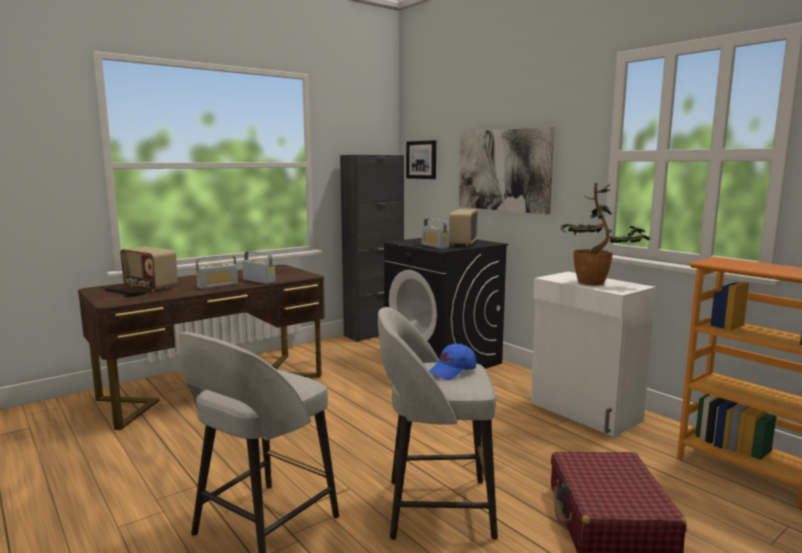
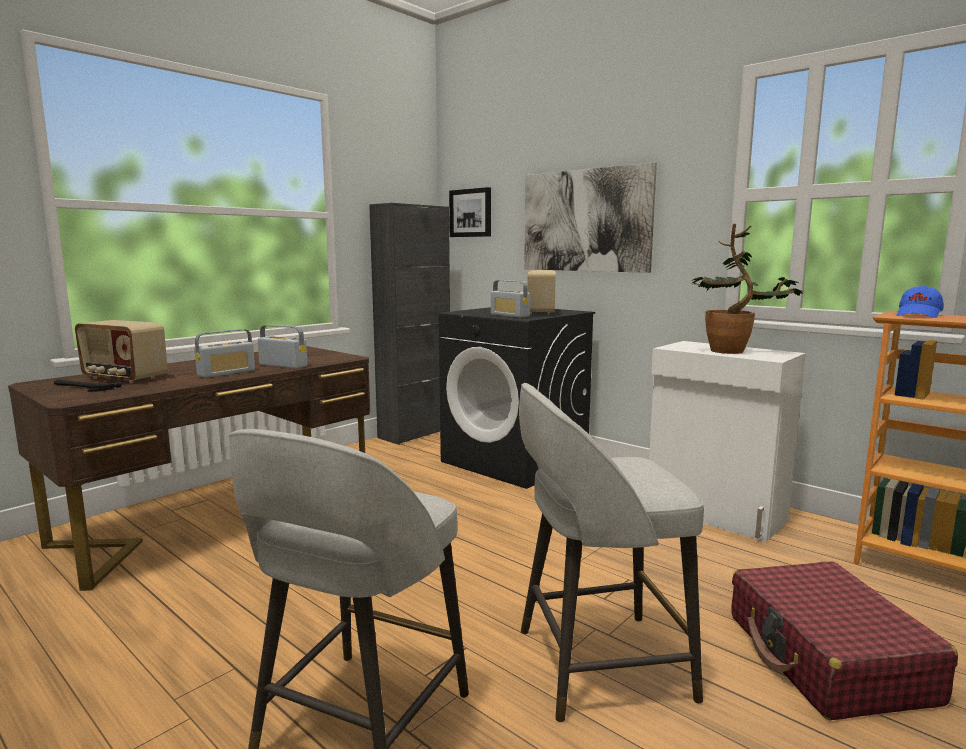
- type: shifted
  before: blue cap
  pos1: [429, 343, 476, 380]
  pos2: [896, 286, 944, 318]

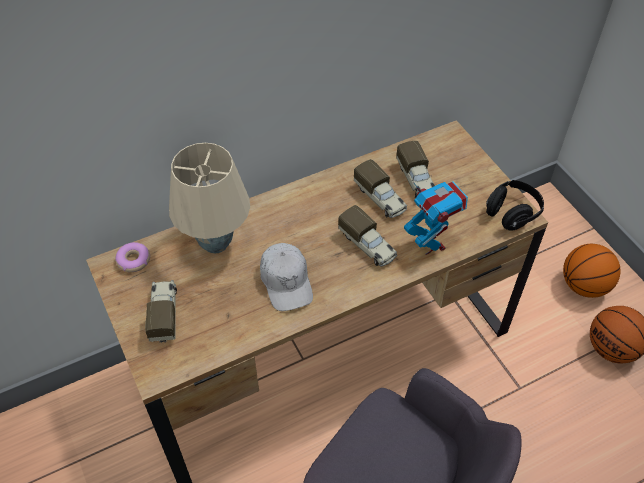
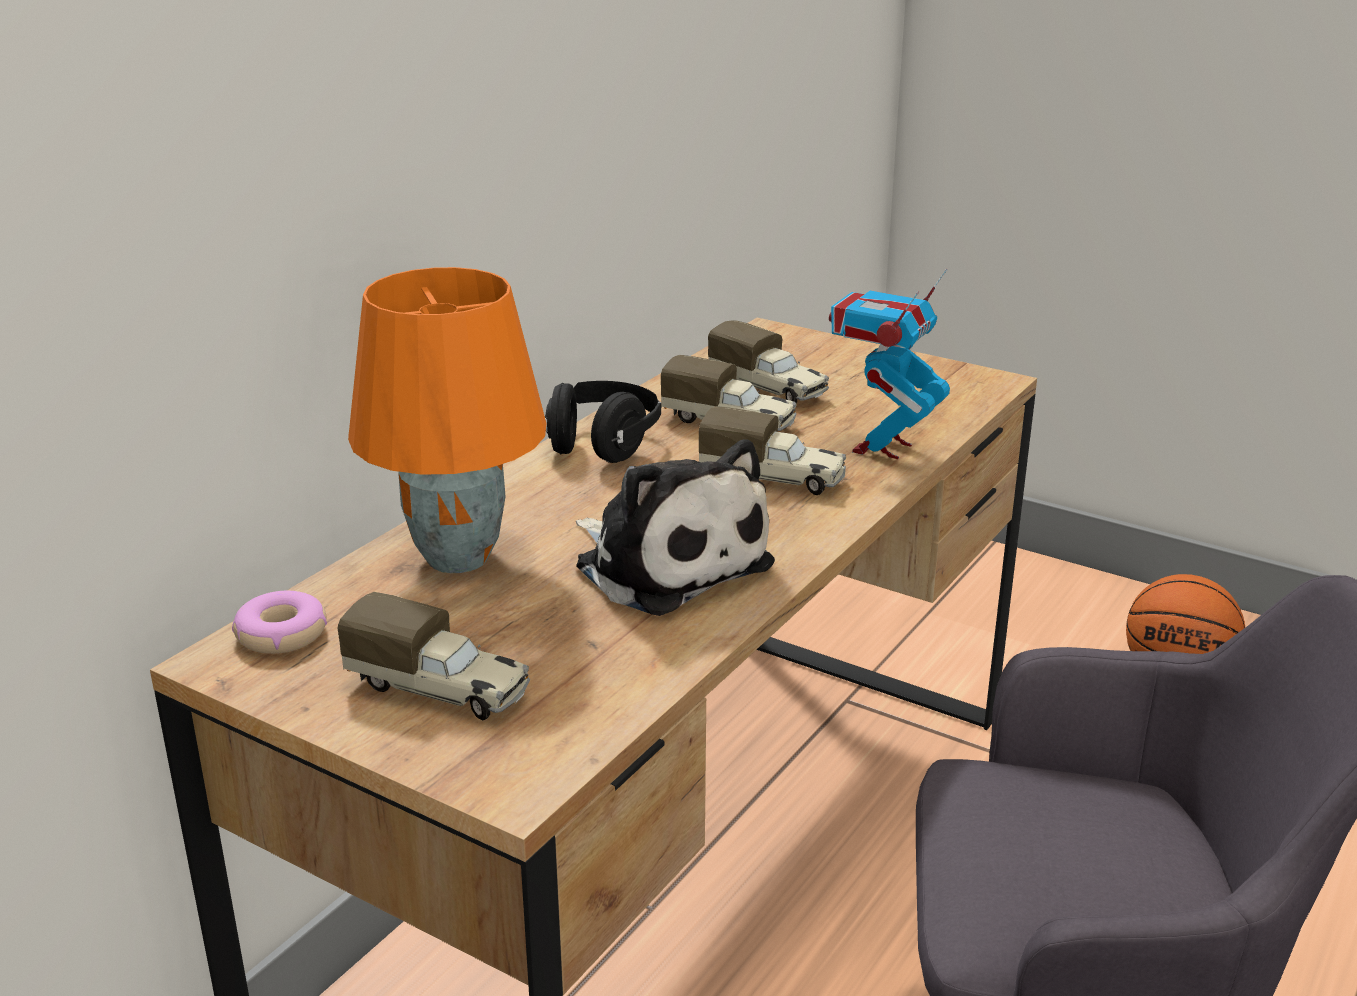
- type: gone
  before: basketball
  pos1: [563, 244, 621, 298]
- type: shifted
  before: black headphones
  pos1: [486, 180, 544, 231]
  pos2: [545, 381, 661, 463]
- type: swapped
  before: white cap
  after: plush toy
  pos1: [260, 243, 313, 311]
  pos2: [576, 439, 775, 616]
- type: repainted
  before: beige table lamp
  after: orange table lamp
  pos1: [169, 143, 250, 254]
  pos2: [348, 267, 546, 573]
- type: rotated
  before: toy truck
  pos1: [145, 280, 177, 343]
  pos2: [338, 592, 530, 721]
  turn: 150
- type: rotated
  before: toy robot
  pos1: [404, 181, 468, 255]
  pos2: [829, 269, 950, 459]
  turn: -90

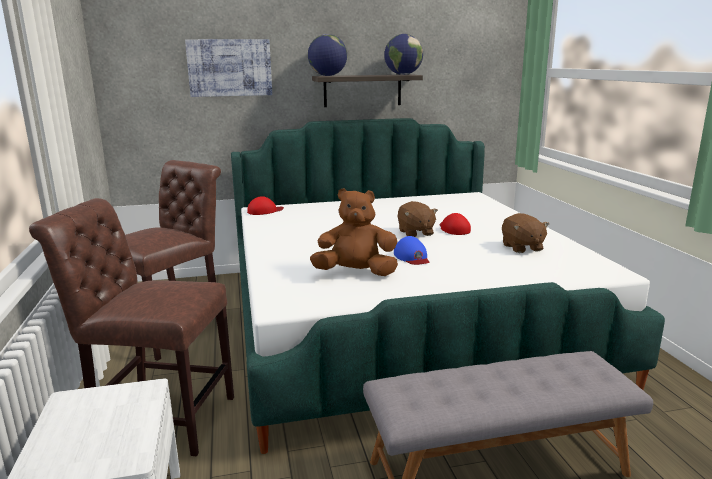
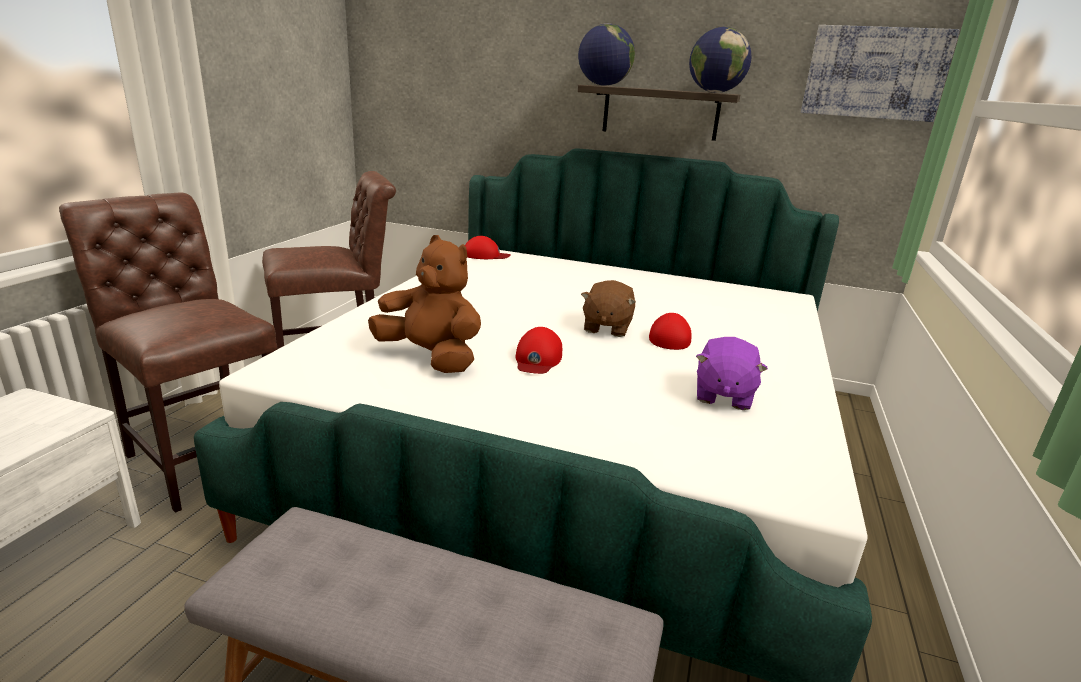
- type: shifted
  before: picture
  pos1: [185, 39, 272, 97]
  pos2: [801, 25, 960, 122]
- type: repainted
  before: blue cap
  after: red cap
  pos1: [394, 236, 429, 265]
  pos2: [515, 327, 562, 374]
- type: repainted
  before: brown plush toy
  after: purple plush toy
  pos1: [502, 213, 549, 253]
  pos2: [696, 337, 768, 410]

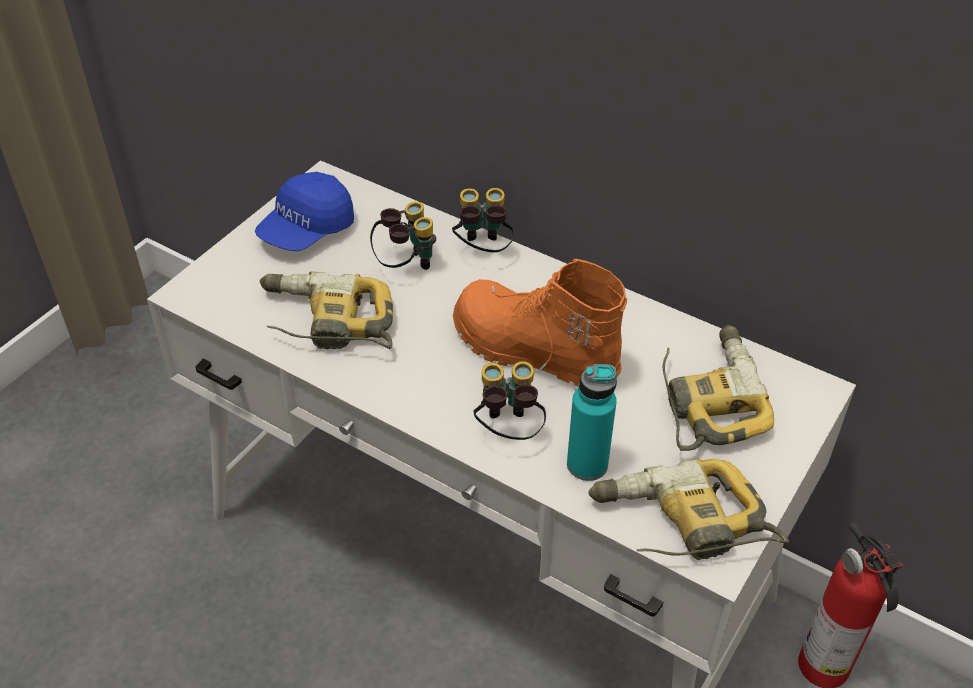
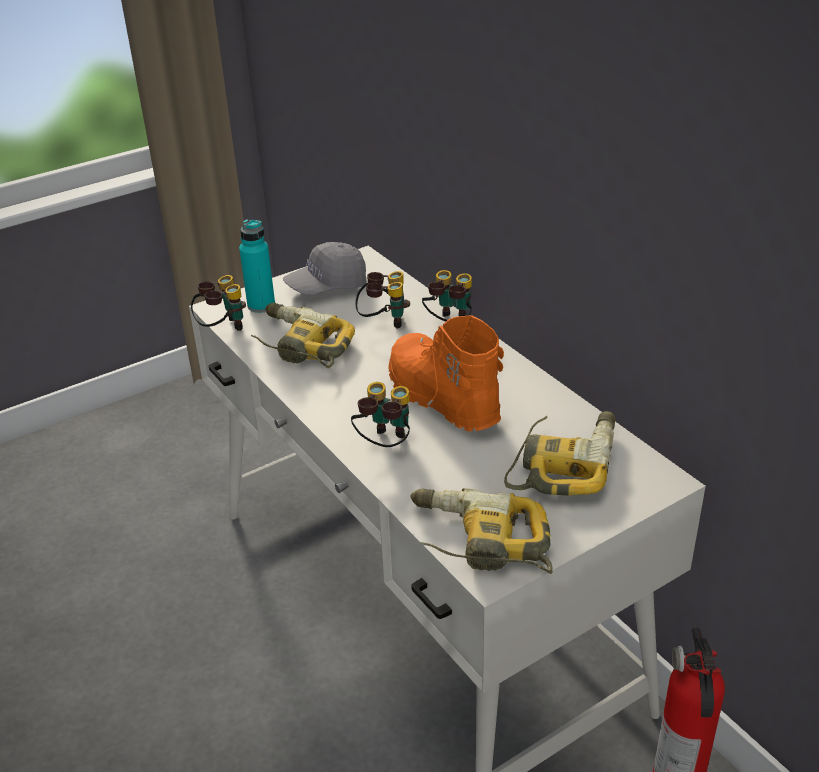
- type: new
  after: binoculars
  pos2: [191, 275, 246, 331]
- type: shifted
  before: turquoise bottle
  pos1: [567, 364, 617, 481]
  pos2: [239, 219, 275, 313]
- type: repainted
  before: blue cap
  after: grey cap
  pos1: [255, 172, 354, 251]
  pos2: [283, 242, 367, 295]

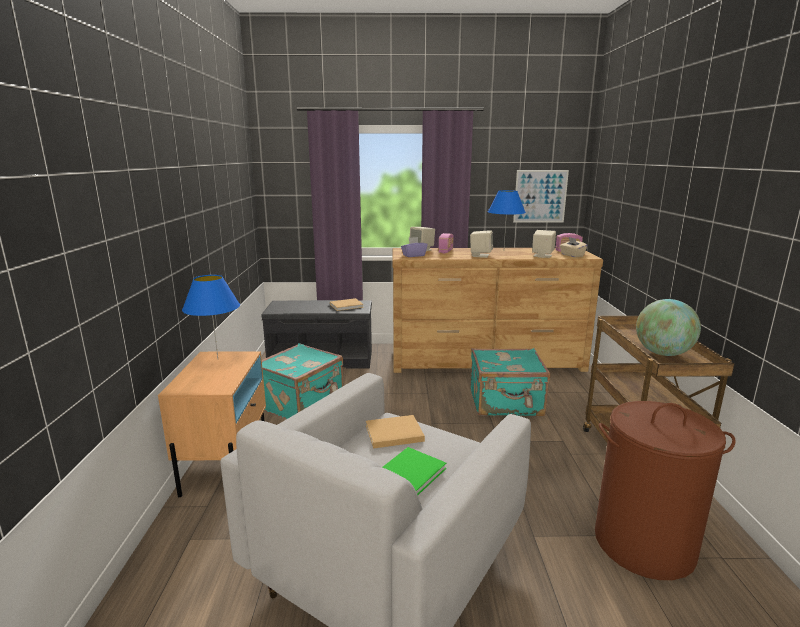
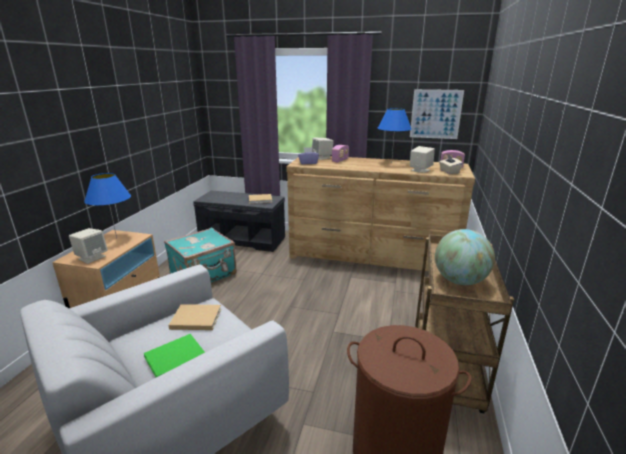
- type: gone
  before: turquoise suitcase
  pos1: [471, 348, 550, 416]
- type: shifted
  before: beige speaker
  pos1: [470, 230, 493, 258]
  pos2: [69, 228, 108, 264]

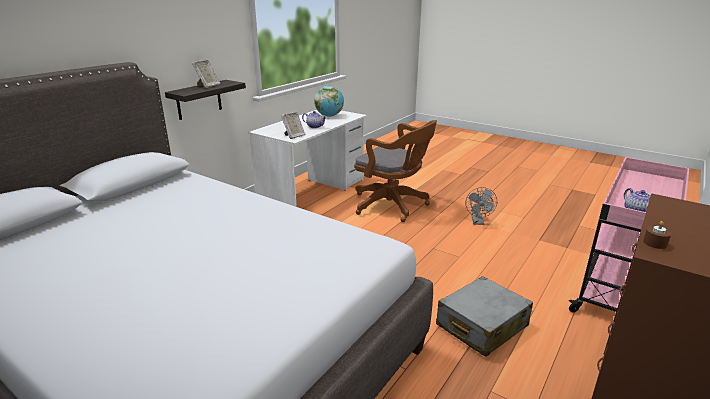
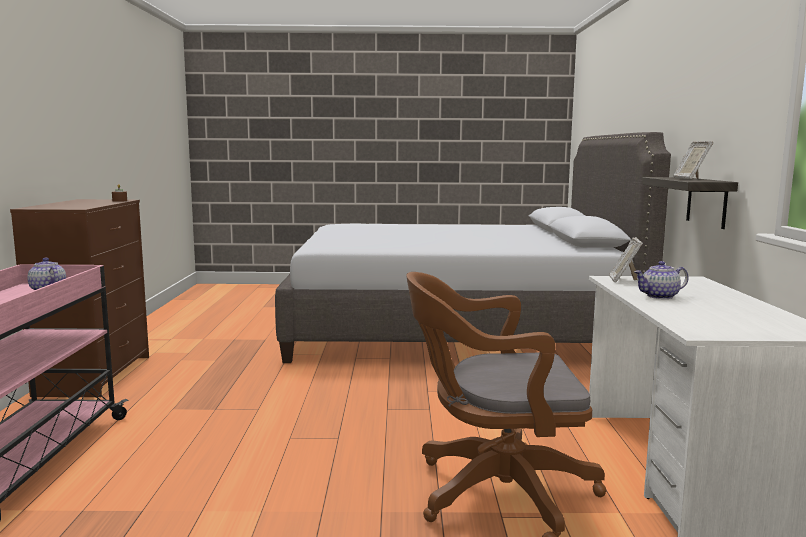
- type: gone
  before: globe
  pos1: [314, 86, 344, 117]
- type: gone
  before: grey suitcase
  pos1: [436, 276, 533, 357]
- type: gone
  before: grey fan
  pos1: [466, 187, 497, 225]

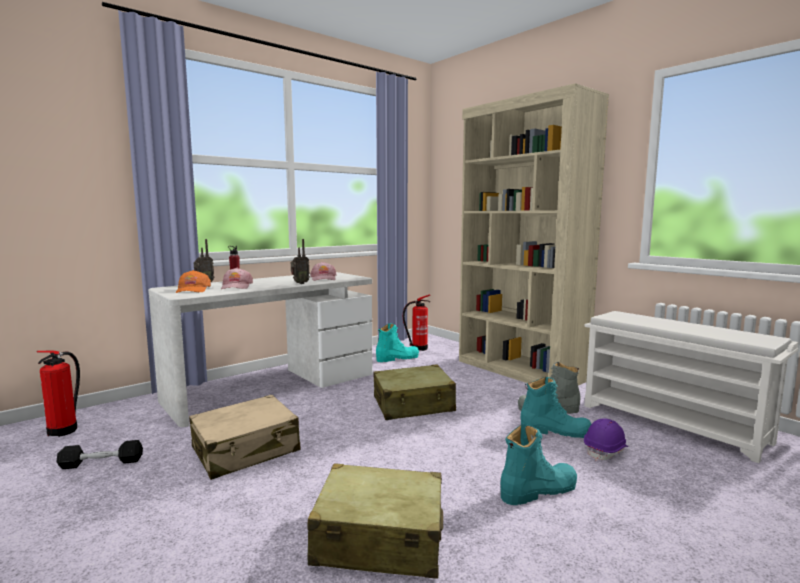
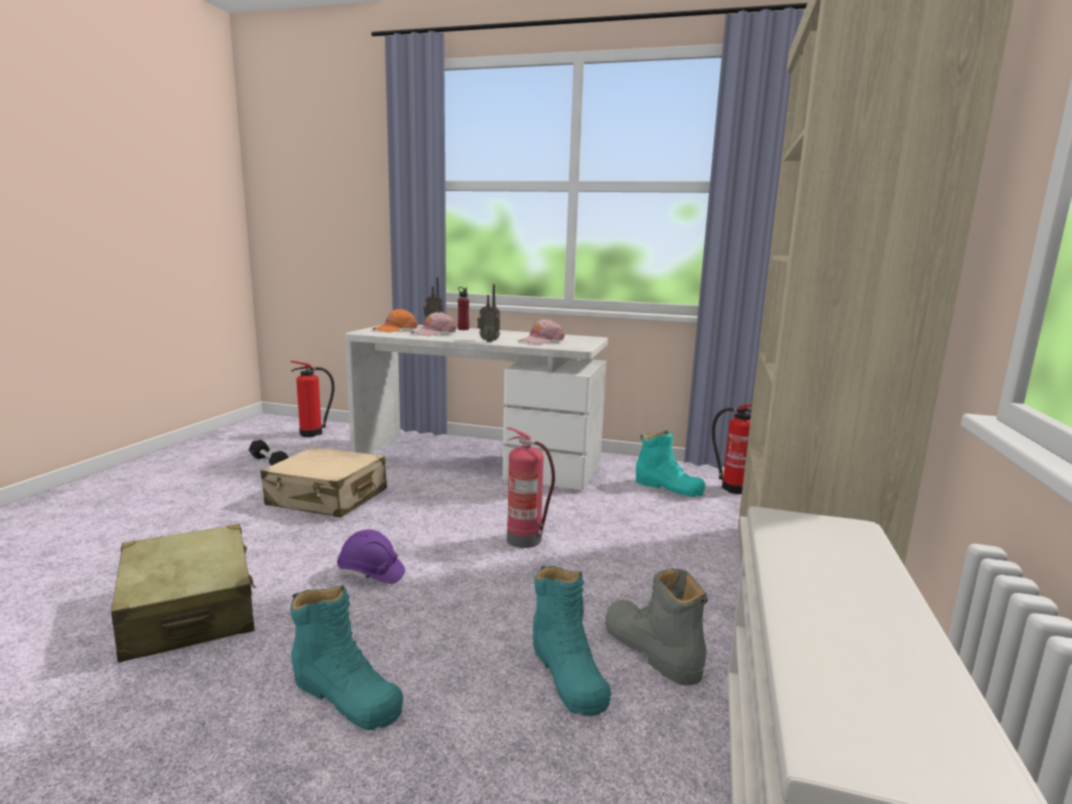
- type: shifted
  before: purple hard hat
  pos1: [584, 418, 628, 461]
  pos2: [337, 529, 405, 584]
- type: swapped
  before: beige suitcase
  after: fire extinguisher
  pos1: [373, 365, 456, 420]
  pos2: [506, 427, 555, 548]

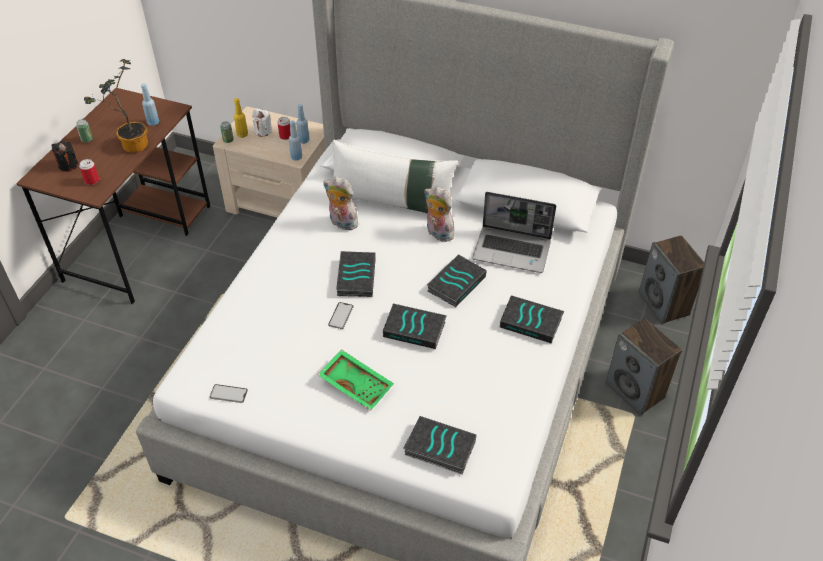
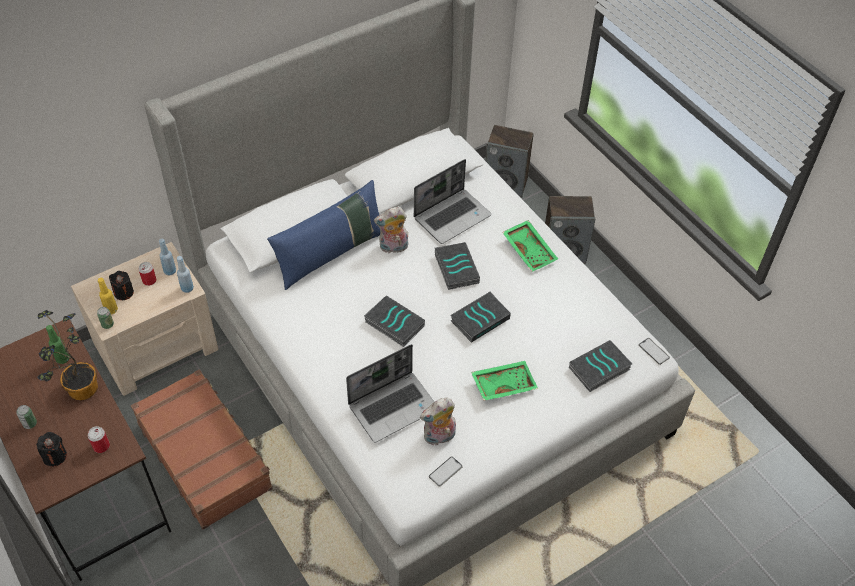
- type: new
  after: brown suitcase
  pos2: [131, 369, 273, 530]
- type: new
  after: laptop
  pos2: [346, 344, 434, 442]
- type: shifted
  before: plush toy
  pos1: [323, 177, 358, 230]
  pos2: [420, 398, 456, 445]
- type: shifted
  before: phone
  pos1: [328, 302, 354, 329]
  pos2: [639, 338, 670, 365]
- type: swapped
  before: book
  after: green tray
  pos1: [500, 295, 564, 344]
  pos2: [502, 220, 558, 272]
- type: repainted
  before: blue bottle
  after: green bottle
  pos1: [141, 83, 159, 126]
  pos2: [46, 325, 70, 364]
- type: repainted
  before: white candle
  after: black candle
  pos1: [252, 109, 272, 137]
  pos2: [109, 271, 134, 300]
- type: repainted
  before: white pillow
  after: blue pillow
  pos1: [333, 140, 458, 213]
  pos2: [267, 180, 380, 290]

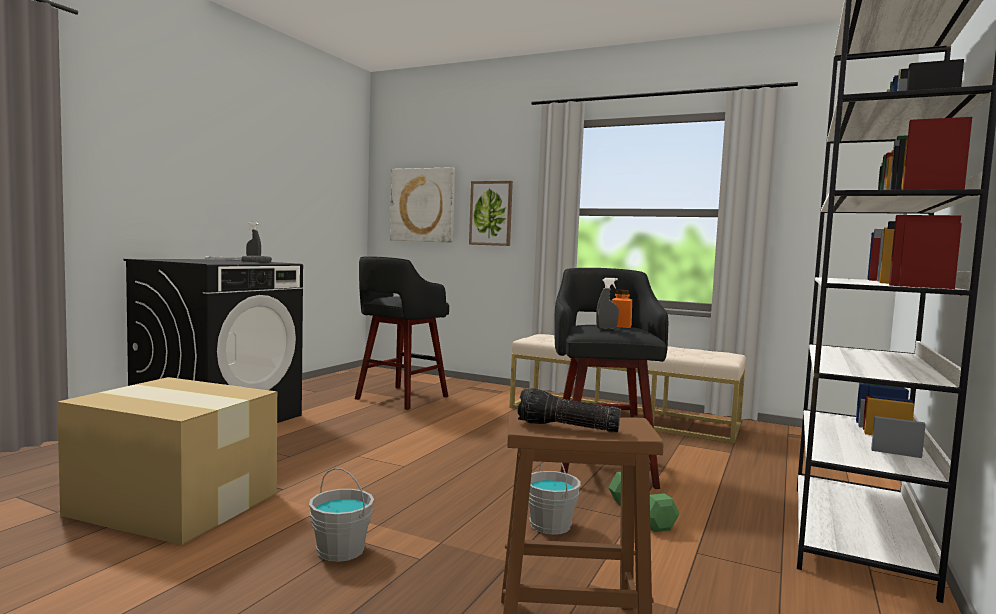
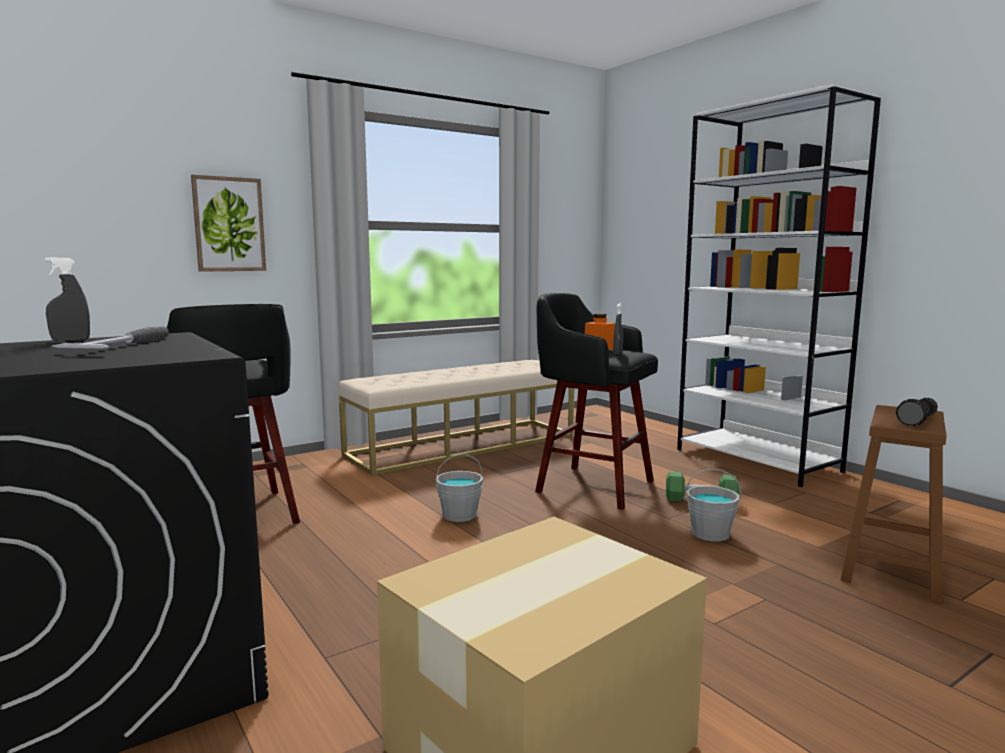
- type: gone
  before: picture
  pos1: [390, 167, 455, 243]
- type: shifted
  before: grey bucket
  pos1: [309, 468, 374, 562]
  pos2: [436, 454, 483, 522]

